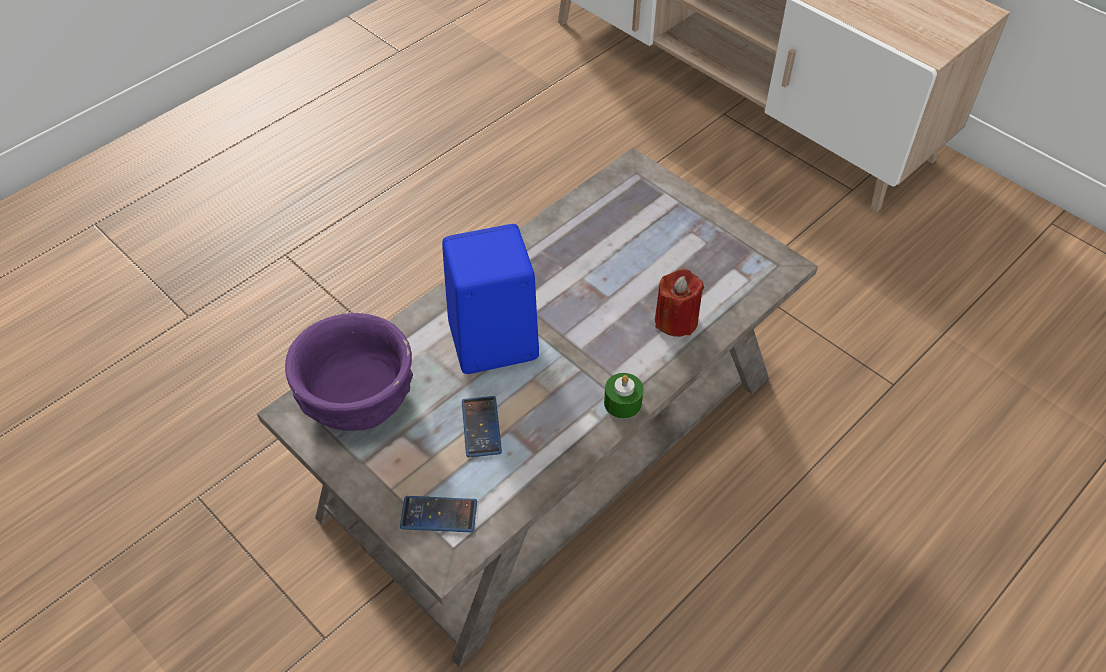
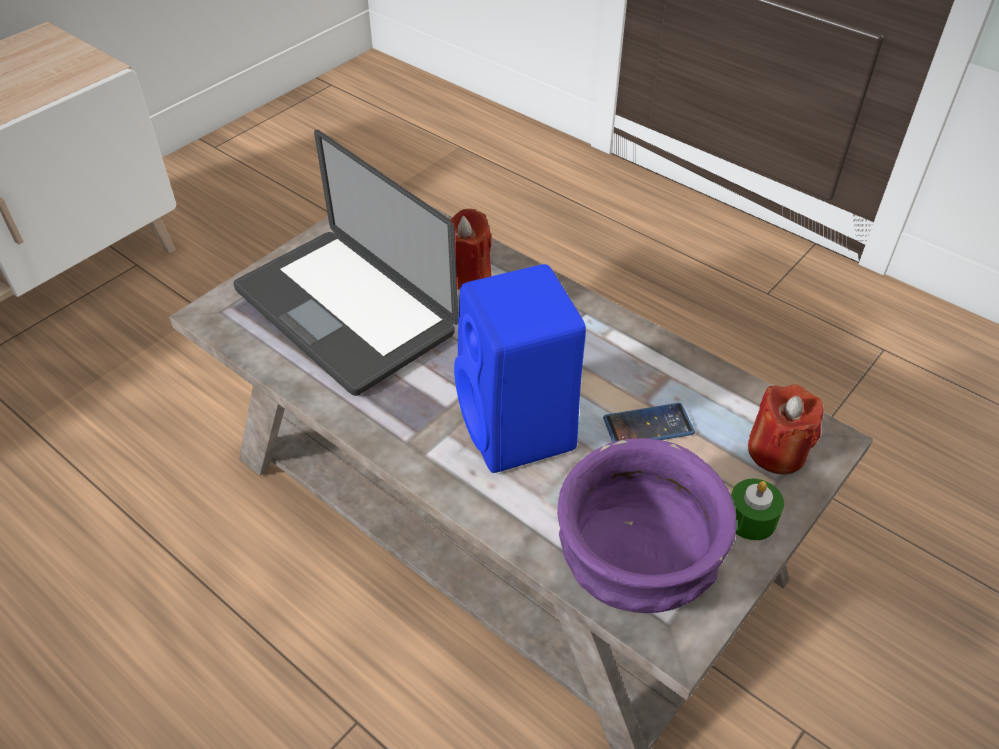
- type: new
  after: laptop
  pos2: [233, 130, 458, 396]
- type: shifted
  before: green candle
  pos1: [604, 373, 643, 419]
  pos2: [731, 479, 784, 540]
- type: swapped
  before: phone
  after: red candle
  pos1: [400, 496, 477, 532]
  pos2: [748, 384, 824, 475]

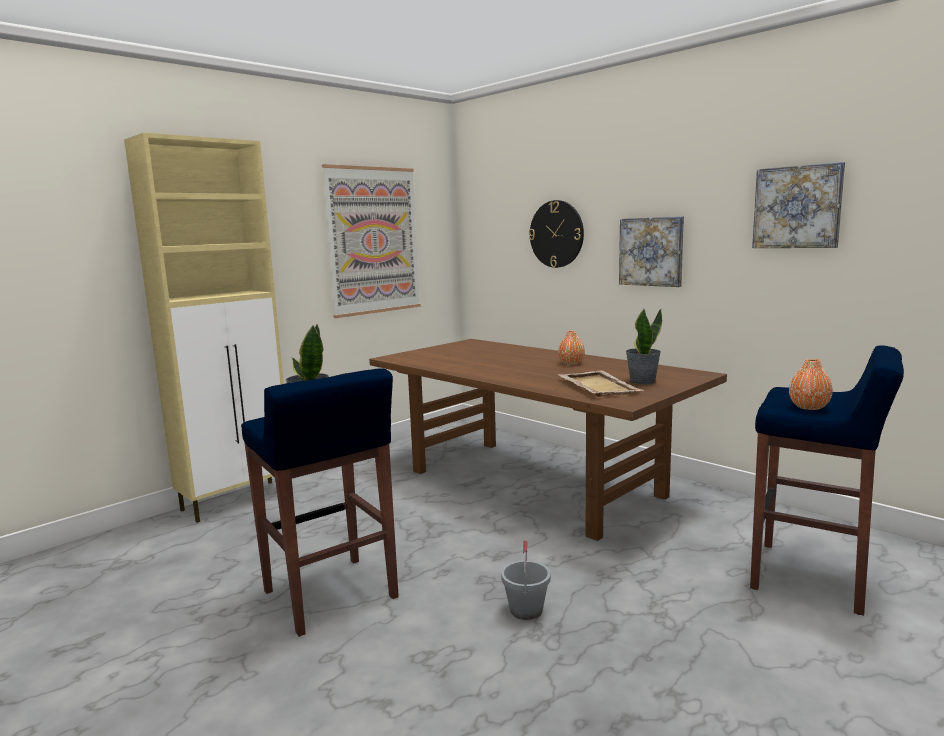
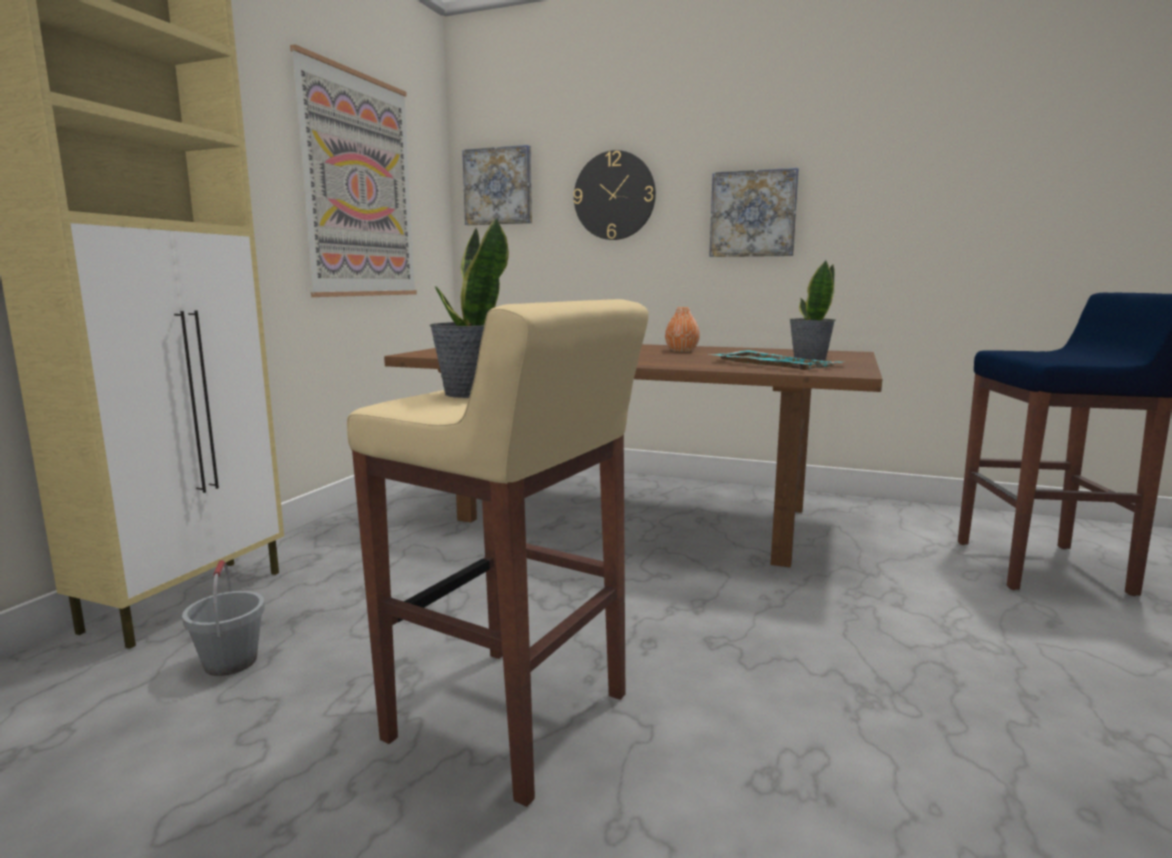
- type: gone
  before: orange vase
  pos1: [789, 359, 833, 410]
- type: shifted
  before: grey bucket
  pos1: [501, 540, 551, 620]
  pos2: [182, 560, 265, 676]
- type: shifted
  before: picture
  pos1: [752, 162, 845, 248]
  pos2: [462, 145, 532, 225]
- type: repainted
  before: blue stool
  after: beige stool
  pos1: [241, 368, 399, 637]
  pos2: [347, 299, 649, 807]
- type: repainted
  before: beige tray
  after: turquoise tray
  pos1: [557, 370, 644, 397]
  pos2: [710, 350, 840, 370]

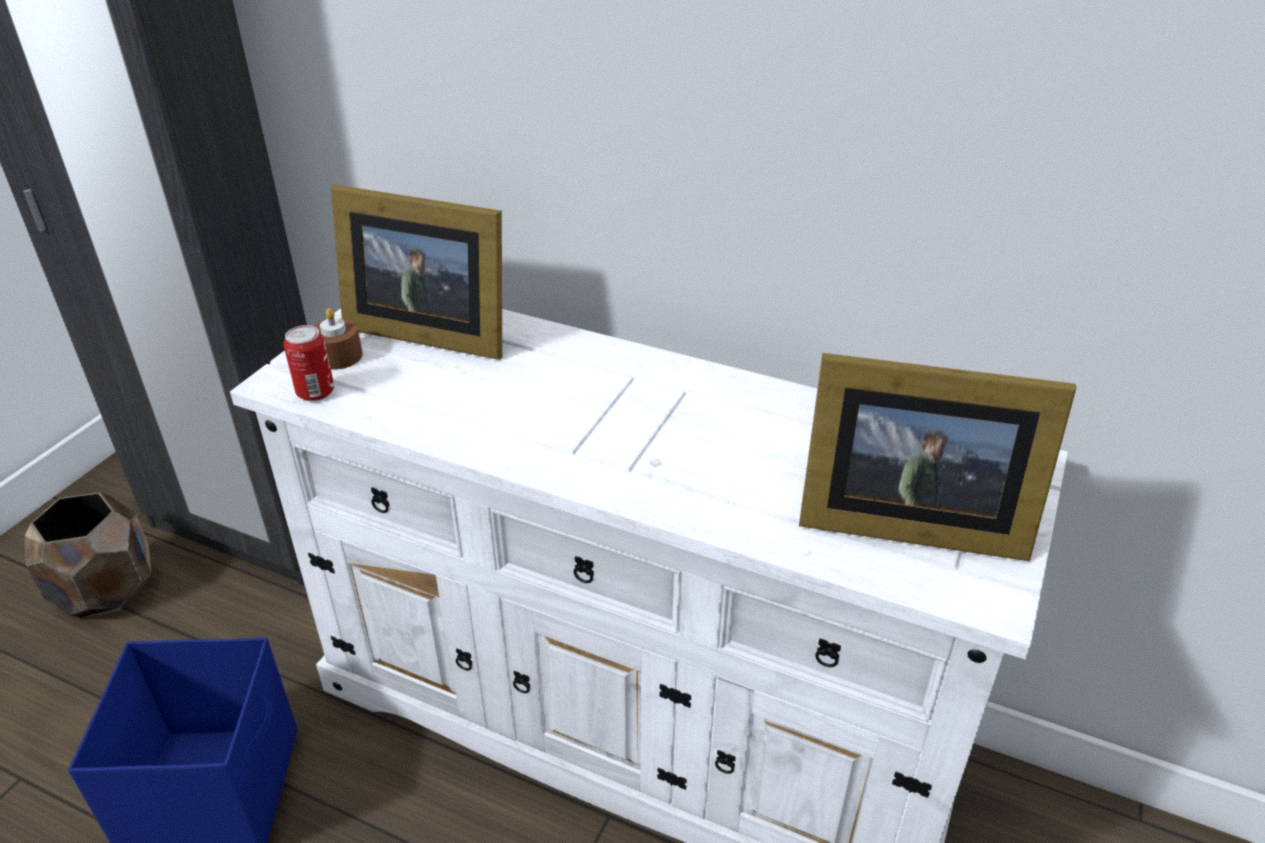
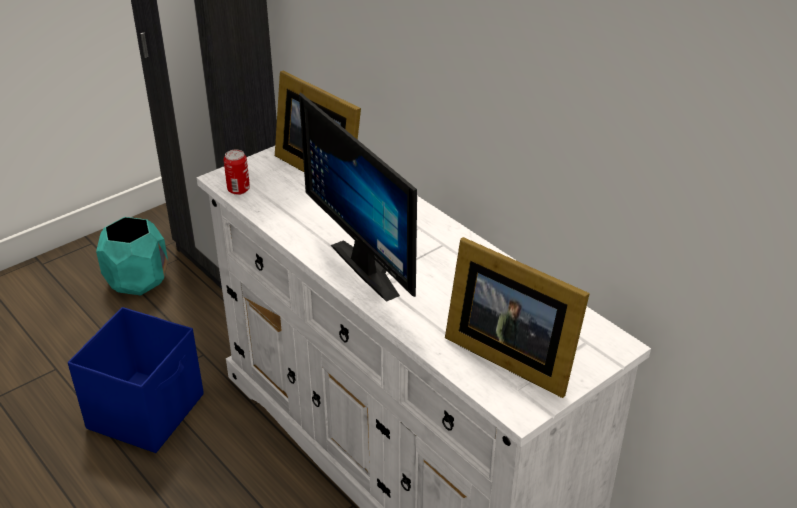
- type: gone
  before: brown candle
  pos1: [314, 308, 363, 370]
- type: new
  after: monitor
  pos2: [299, 92, 417, 302]
- type: repainted
  before: brown planter
  after: turquoise planter
  pos1: [24, 492, 152, 618]
  pos2: [96, 217, 168, 295]

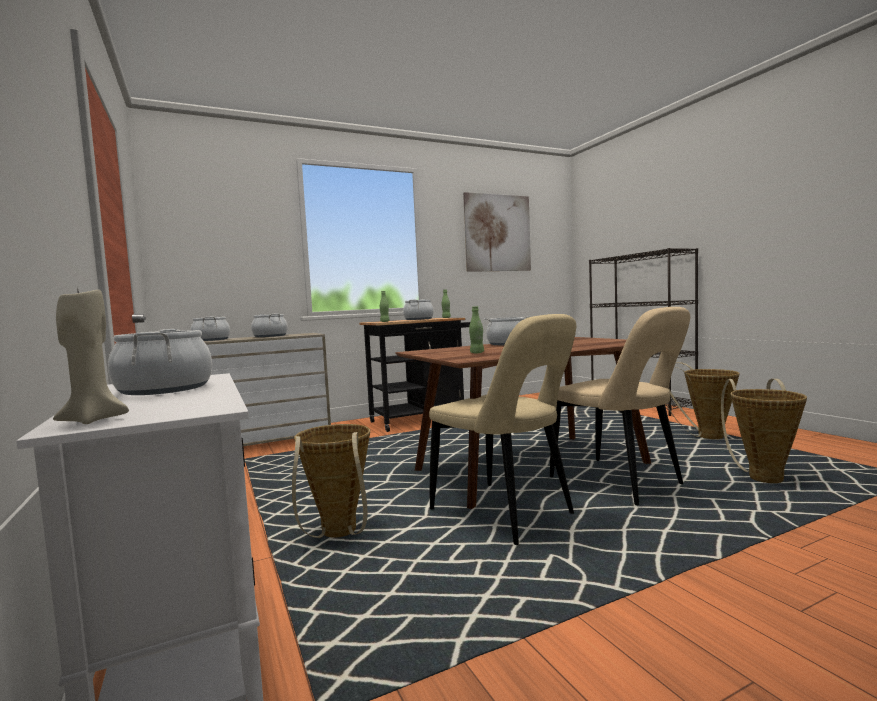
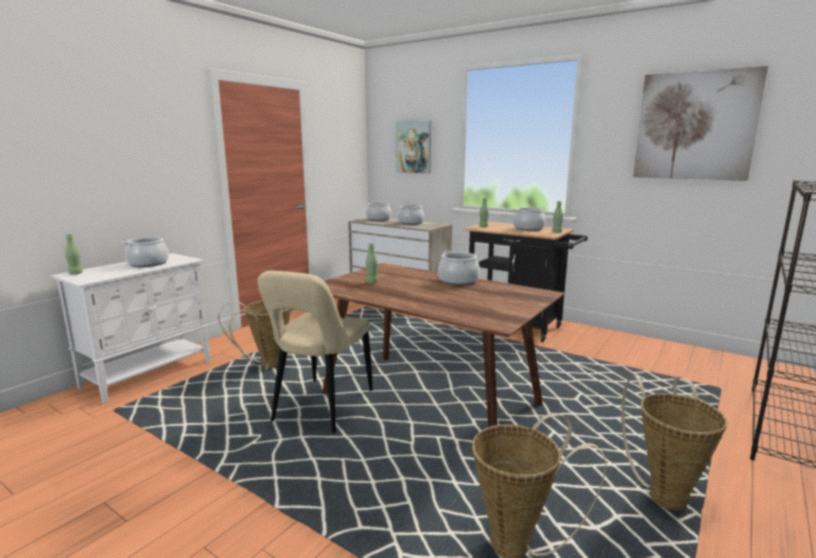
- type: gone
  before: beige chair
  pos1: [550, 307, 690, 506]
- type: new
  after: picture
  pos2: [396, 121, 431, 173]
- type: swapped
  before: beige candle
  after: green bottle
  pos1: [53, 286, 129, 424]
  pos2: [65, 234, 83, 275]

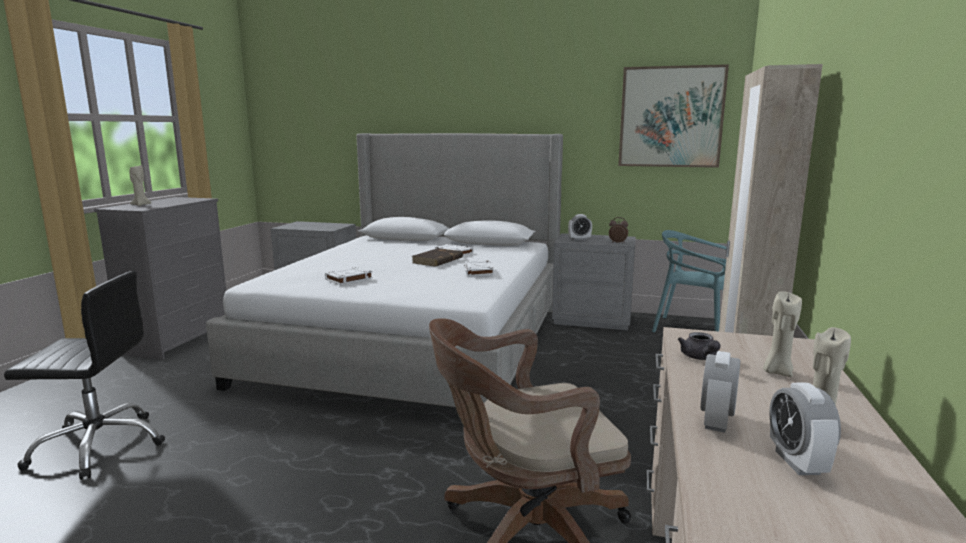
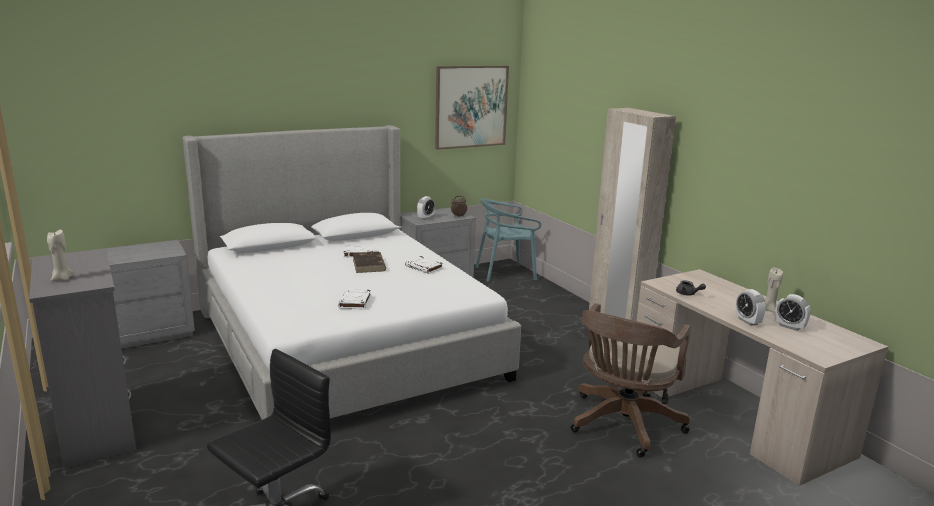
- type: gone
  before: beige candle
  pos1: [763, 291, 802, 377]

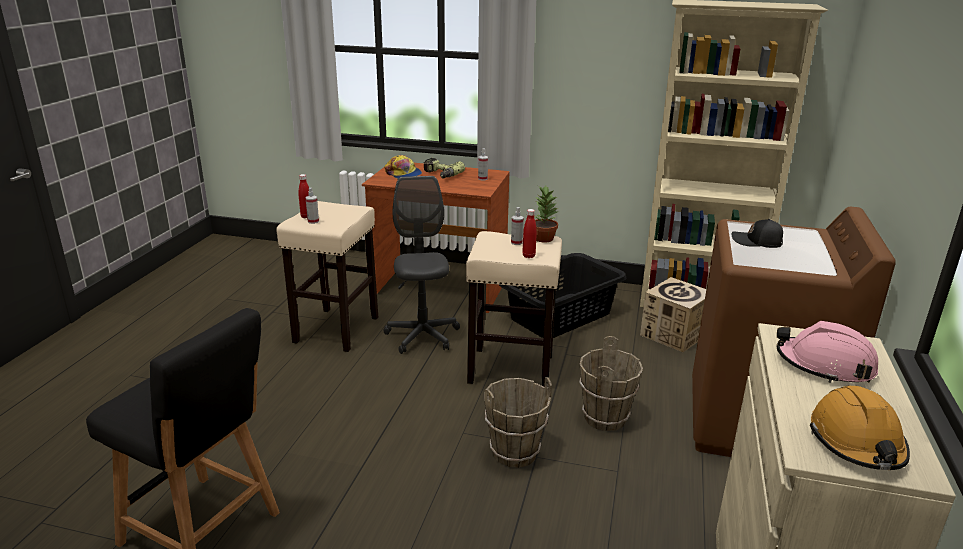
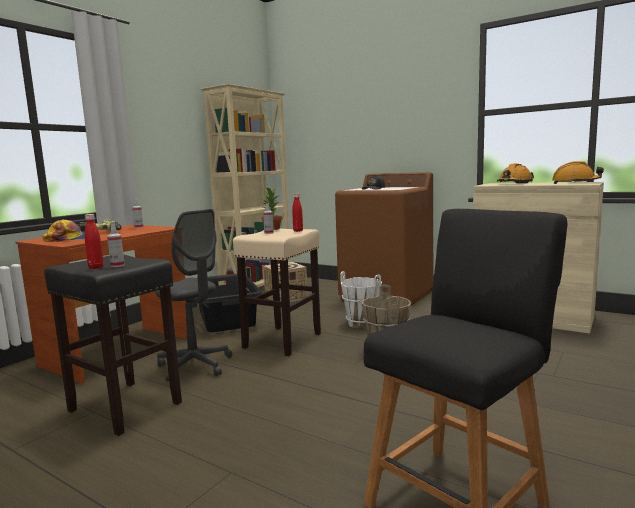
- type: repainted
  before: beige stool
  after: black stool
  pos1: [276, 201, 378, 352]
  pos2: [44, 255, 182, 436]
- type: repainted
  before: brown bucket
  after: white bucket
  pos1: [579, 336, 643, 431]
  pos2: [340, 271, 382, 329]
- type: repainted
  before: pink hard hat
  after: orange hard hat
  pos1: [776, 321, 878, 383]
  pos2: [497, 163, 534, 183]
- type: rotated
  before: grey office chair
  pos1: [383, 176, 460, 354]
  pos2: [155, 209, 232, 381]
  turn: -150

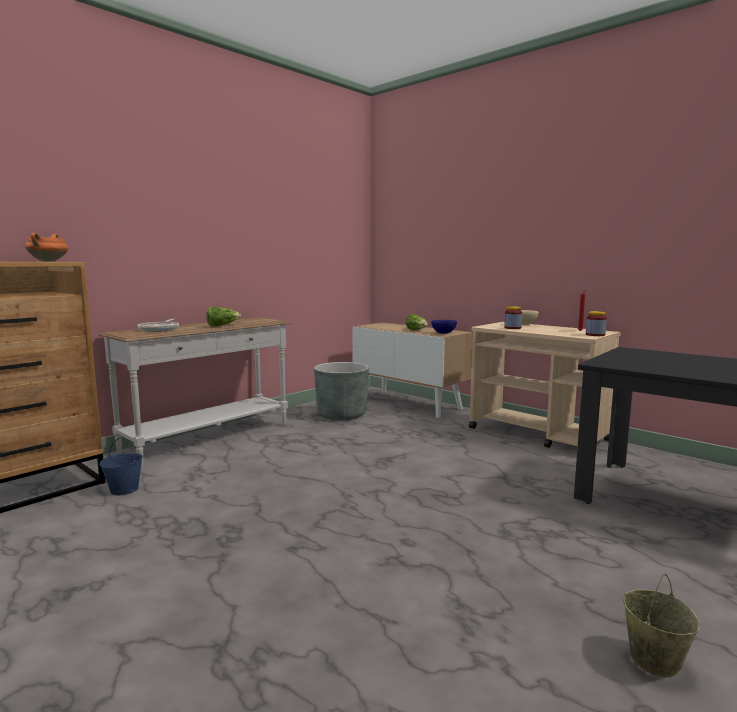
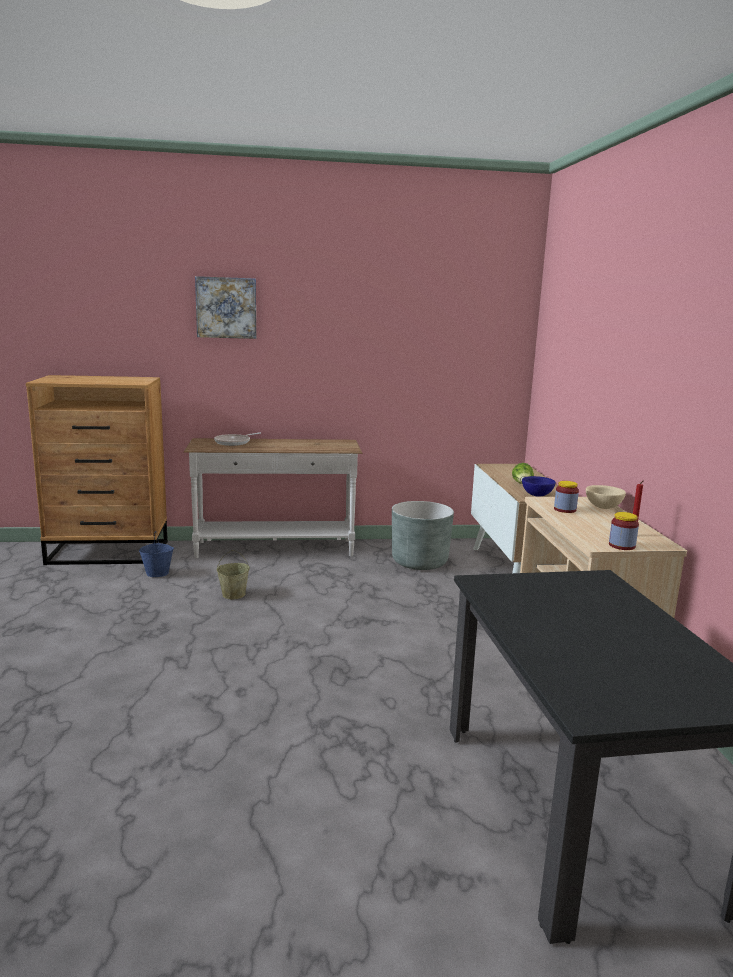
- type: gone
  before: orange cooking pot
  pos1: [25, 233, 68, 261]
- type: gone
  before: lettuce
  pos1: [206, 307, 241, 326]
- type: new
  after: picture
  pos2: [195, 276, 256, 339]
- type: shifted
  before: beige bucket
  pos1: [623, 574, 699, 677]
  pos2: [216, 550, 250, 599]

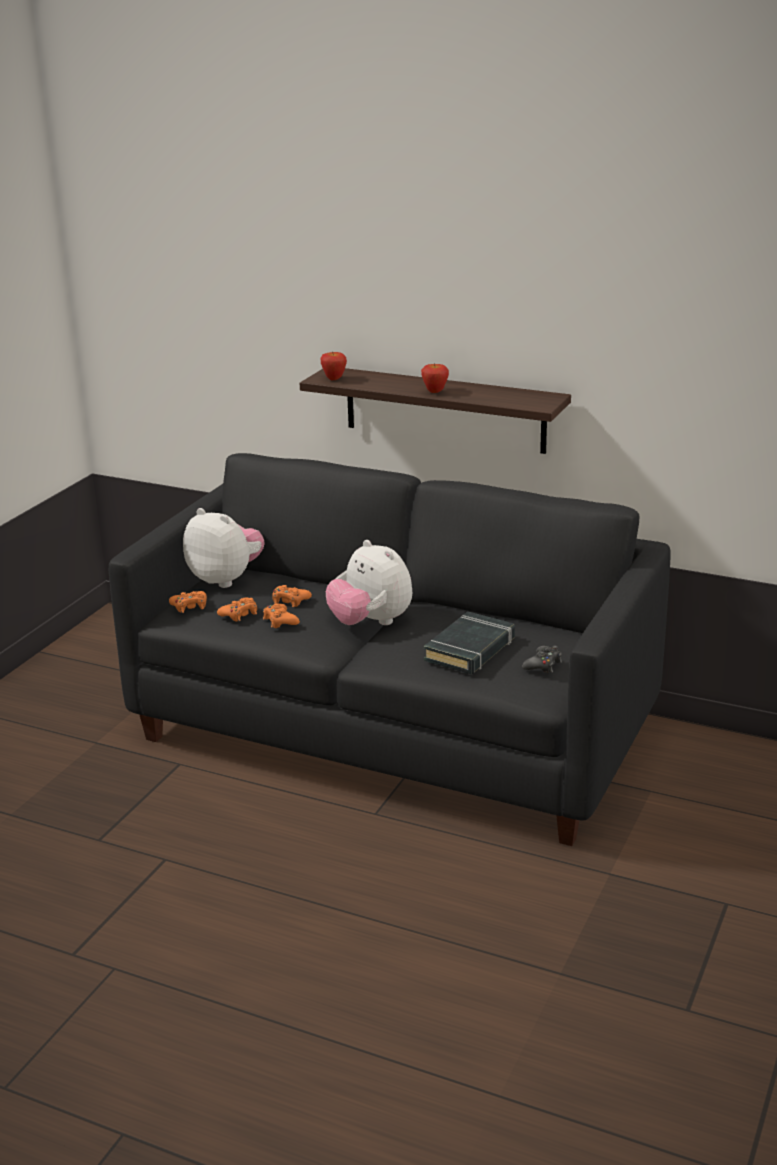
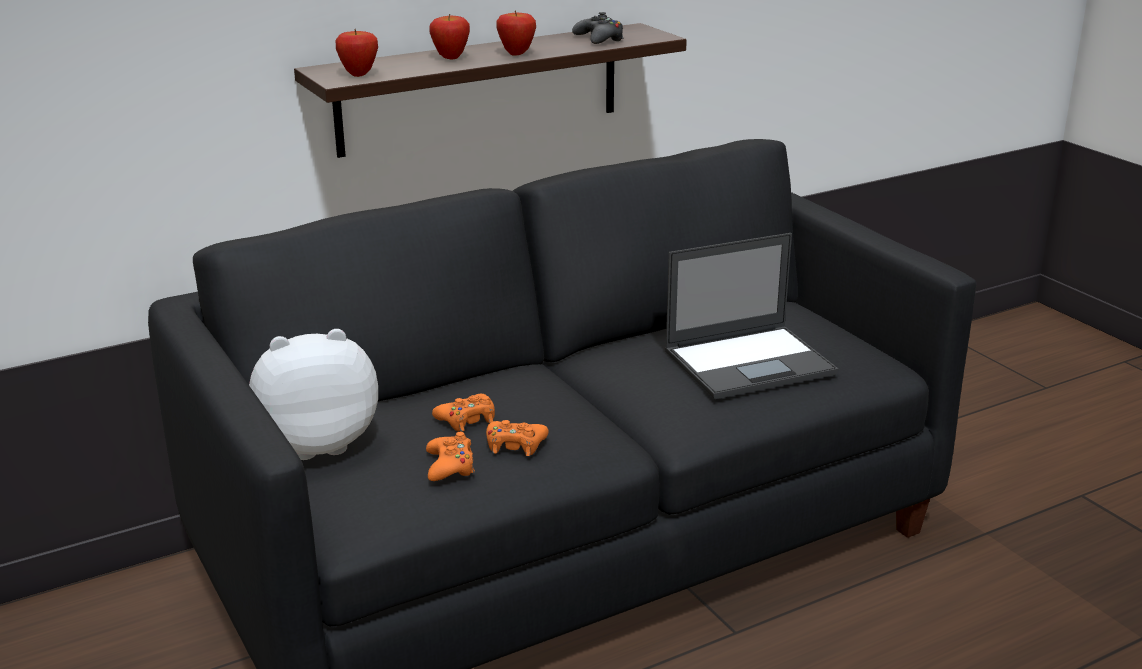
- type: gone
  before: orange game controller
  pos1: [169, 591, 207, 613]
- type: gone
  before: plush toy
  pos1: [326, 540, 412, 625]
- type: new
  after: apple
  pos2: [429, 14, 470, 59]
- type: shifted
  before: black game controller
  pos1: [522, 646, 562, 673]
  pos2: [572, 12, 624, 44]
- type: swapped
  before: black book
  after: laptop
  pos1: [424, 611, 515, 674]
  pos2: [665, 233, 838, 399]

